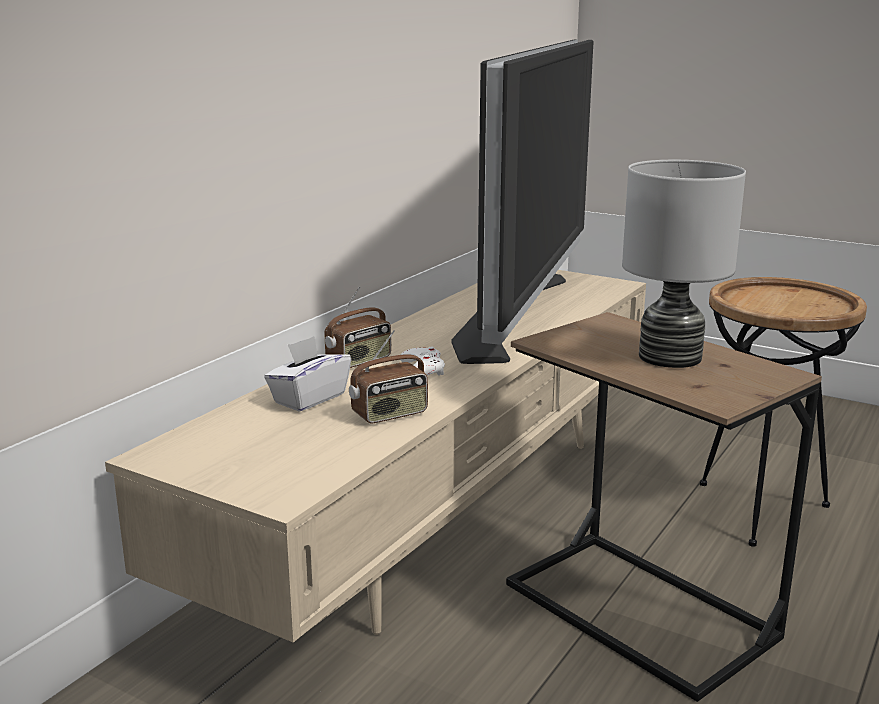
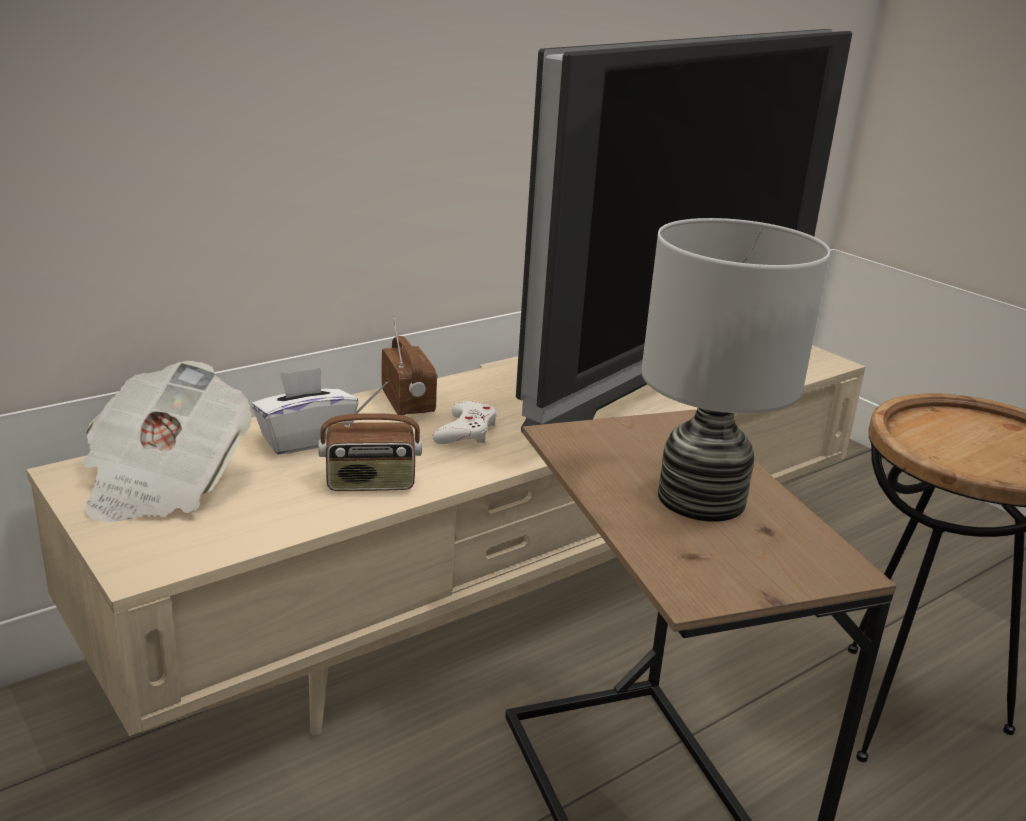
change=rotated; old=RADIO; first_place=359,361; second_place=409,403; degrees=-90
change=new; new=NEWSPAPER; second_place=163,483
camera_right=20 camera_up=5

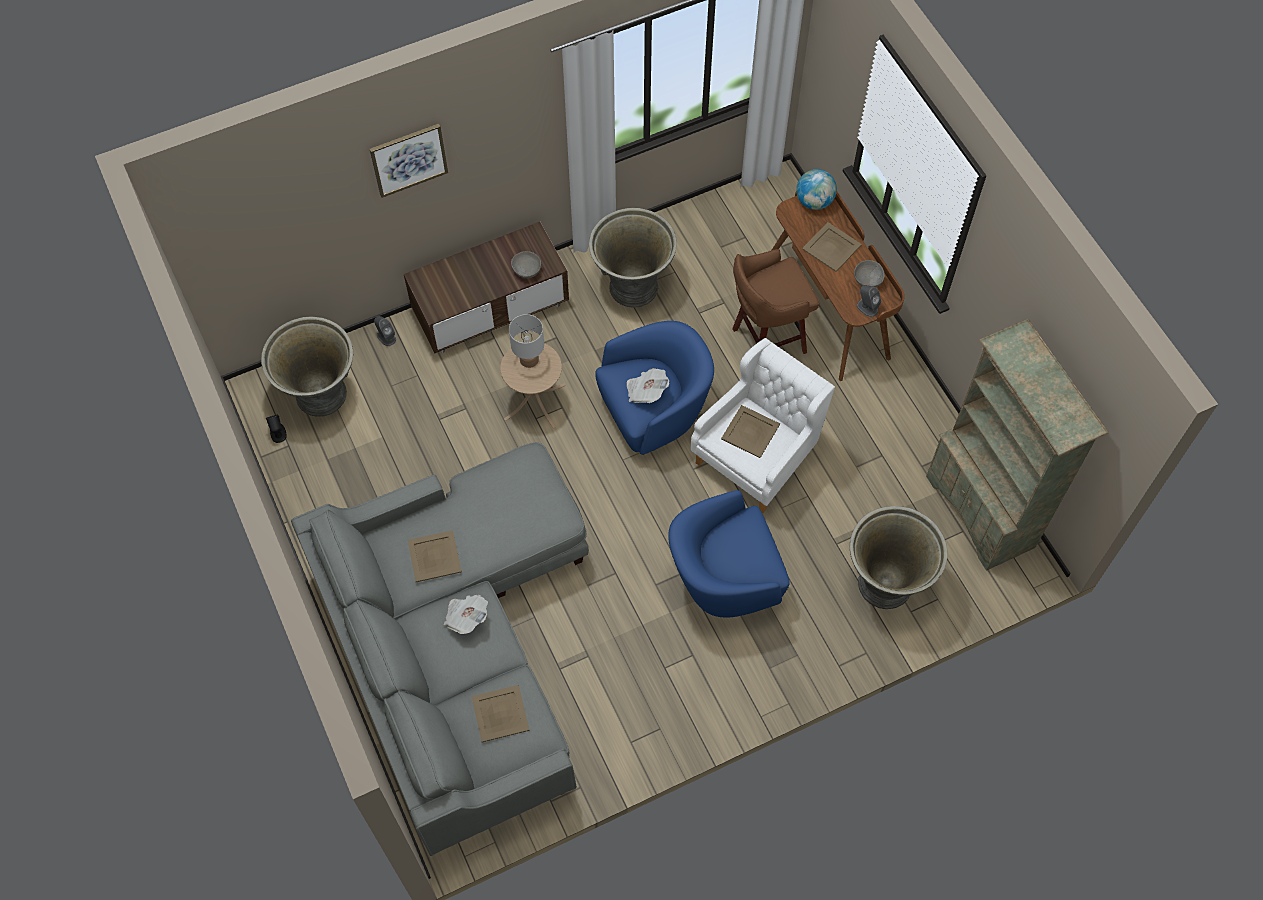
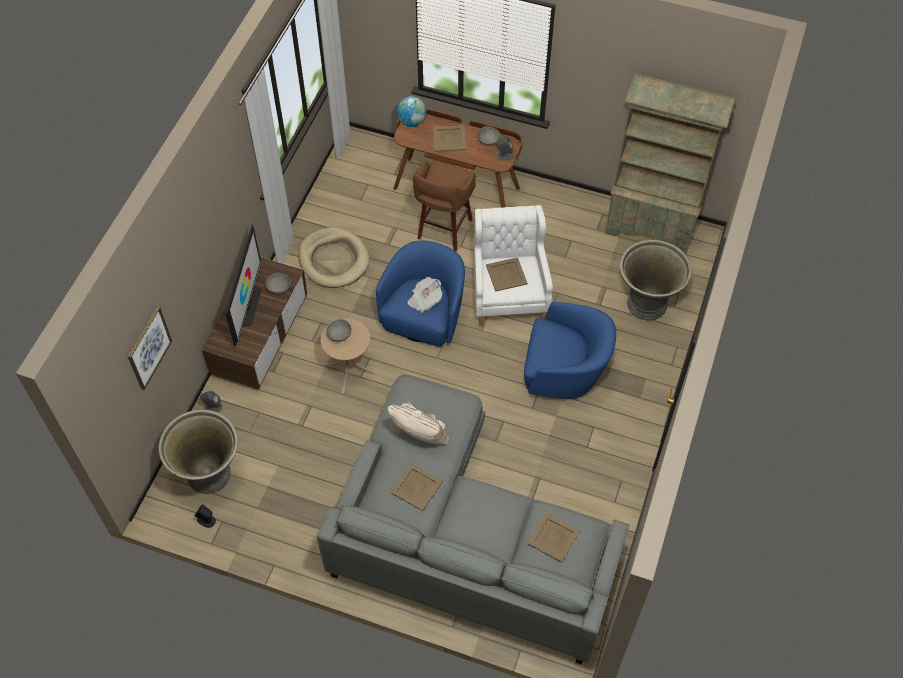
change=shifted; old=PICTURE; first_place=409,159; second_place=148,348
change=gone; old=NEWSPAPER; first_place=466,617
change=swapped; old=GREY TABLE LAMP; new=GREY BOWL; first_place=528,359; second_place=339,335
change=swapped; old=GREY PLANTER; new=BEIGE DOG BED; first_place=632,286; second_place=334,260
change=rotated; old=BLUE ARMCHAIR; first_place=724,579; second_place=564,373; degrees=-105
change=new; new=TELEVISION; second_place=247,306
change=new; new=BEIGE PILLOW; second_place=420,436
camera_right=-45 camera_up=-5

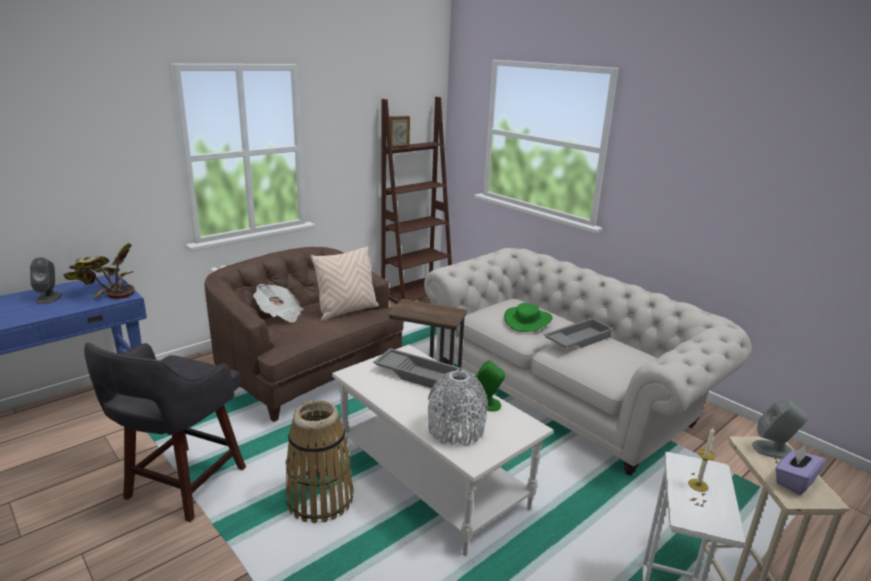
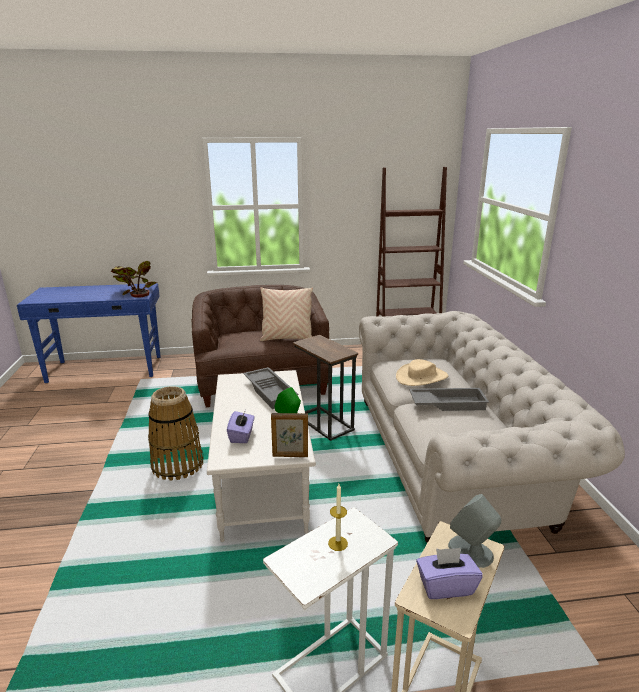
change=gone; old=GREY SPEAKER; first_place=49,297
change=gone; old=GREY STOOL; first_place=182,486
change=gone; old=NEWSPAPER; first_place=279,314
change=shifted; old=PICTURE FRAME; first_place=399,147; second_place=290,456
change=swapped; old=GREY VASE; new=PURPLE TISSUE BOX; first_place=456,429; second_place=242,436
change=repainted; old=GREEN HAT; new=BEIGE HAT; first_place=528,320; second_place=422,377
camera_right=35 camera_up=0

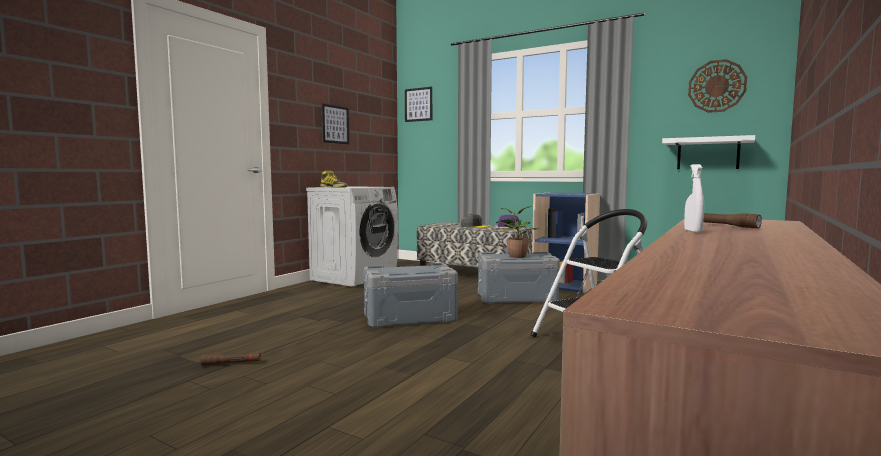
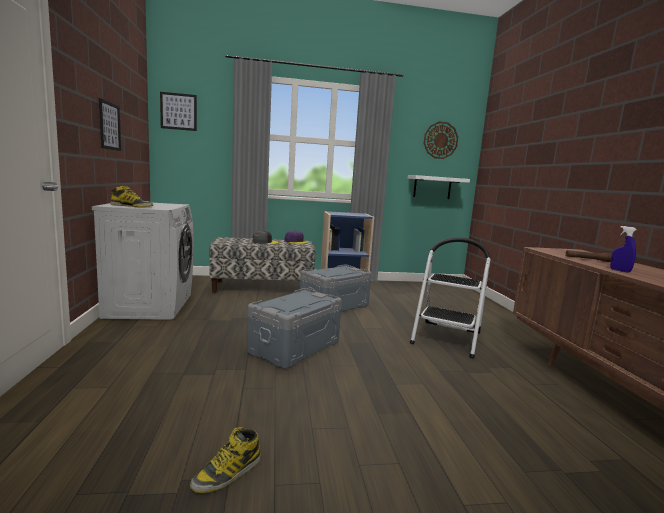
change=swapped; old=BROWN FLASHLIGHT; new=BOOT; first_place=231,363; second_place=227,473
change=gone; old=POTTED PLANT; first_place=516,256
change=repainted; old=WHITE SPRAY BOTTLE; new=BLUE SPRAY BOTTLE; first_place=693,231; second_place=620,270
camera_right=-40 camera_up=5

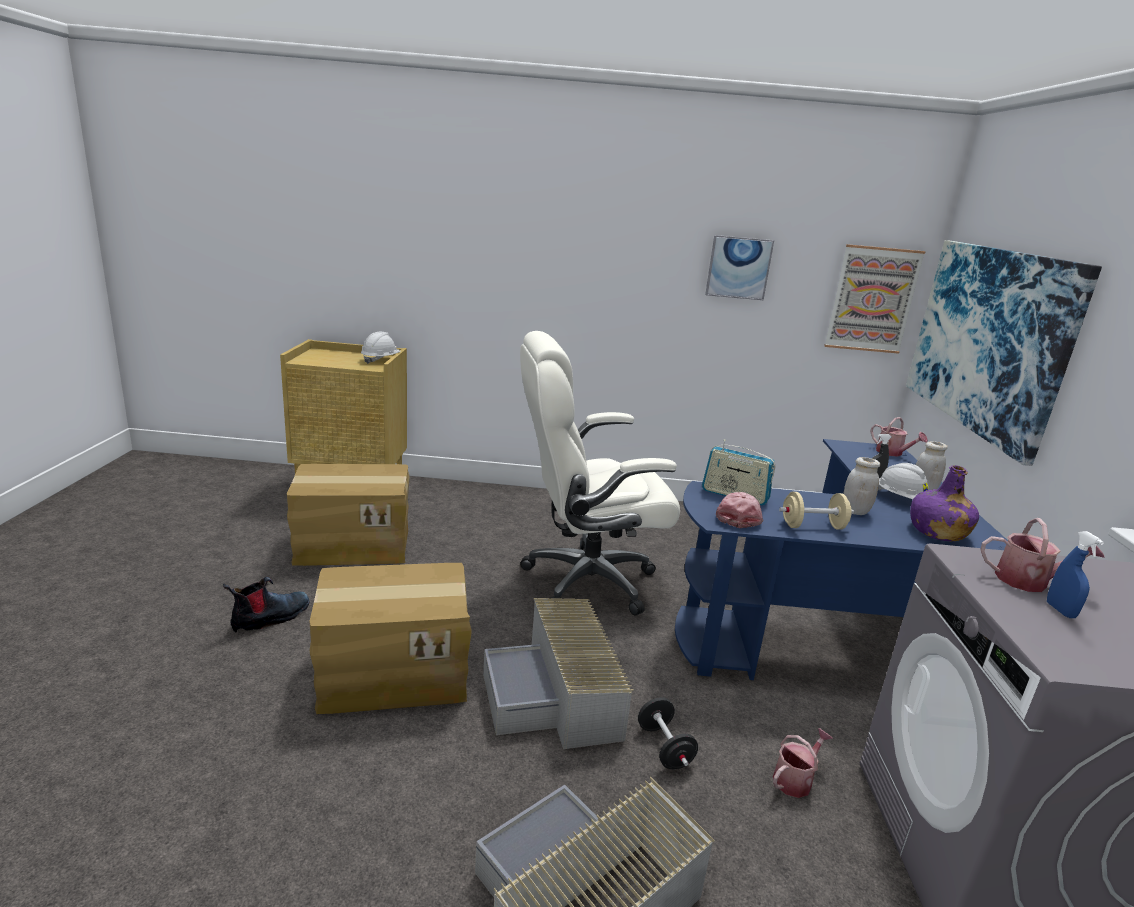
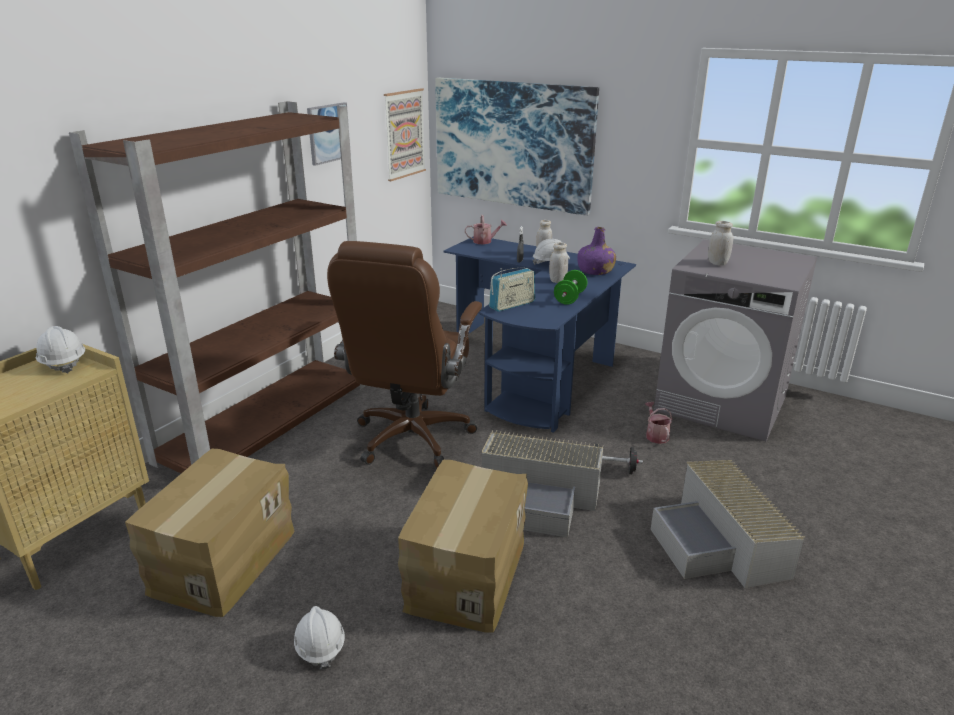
change=swapped; old=BOOT; new=WHITE HARD HAT; first_place=271,618; second_place=320,647
change=repainted; old=WHITE OFFICE CHAIR; new=BROWN OFFICE CHAIR; first_place=586,581; second_place=412,439
change=gone; old=PINK CAP; first_place=738,516
change=repainted; old=BEIGE DUMBBELL; new=GREEN DUMBBELL; first_place=812,526; second_place=570,298
change=swapped; old=WATERING CAN; new=WHITE JAR; first_place=1028,581; second_place=717,263
change=gone; old=BLUE SPRAY BOTTLE; first_place=1060,610
change=new; new=BROWN BOOKCASE; second_place=269,421
camera_right=-60 camera_up=5

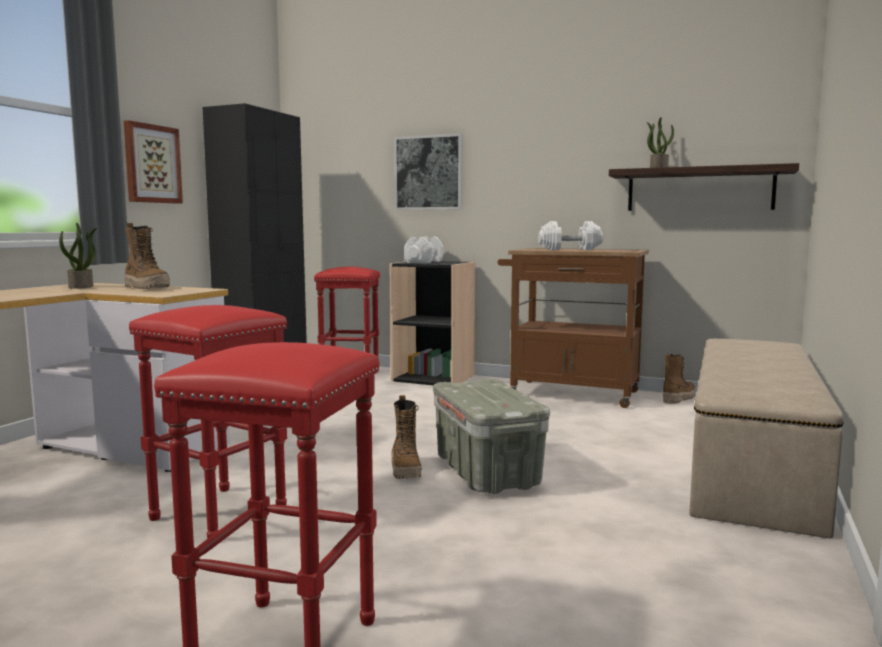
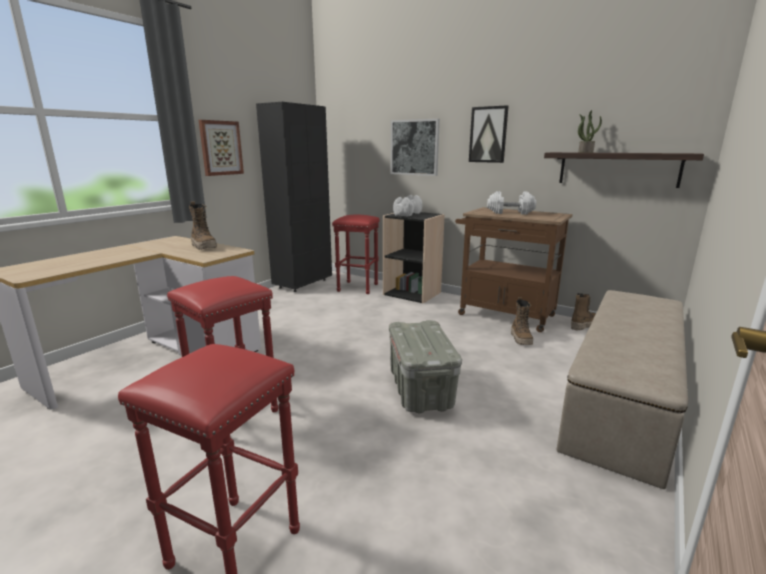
change=gone; old=POTTED PLANT; first_place=81,287
change=shifted; old=BOOT; first_place=406,471; second_place=521,339
change=new; new=PICTURE; second_place=488,134
camera_right=10 camera_up=10

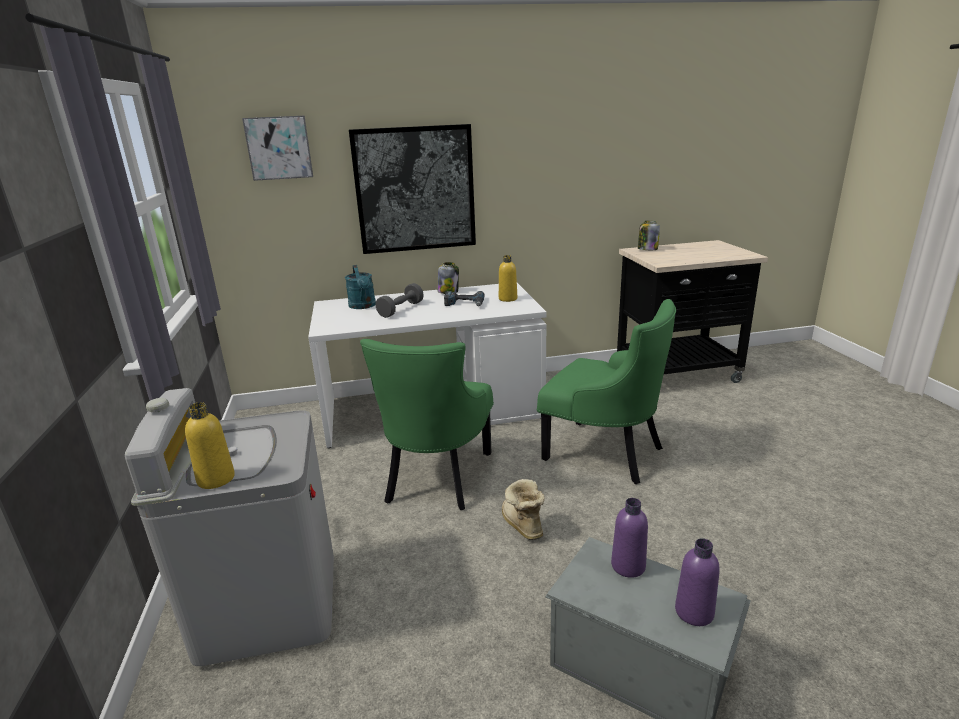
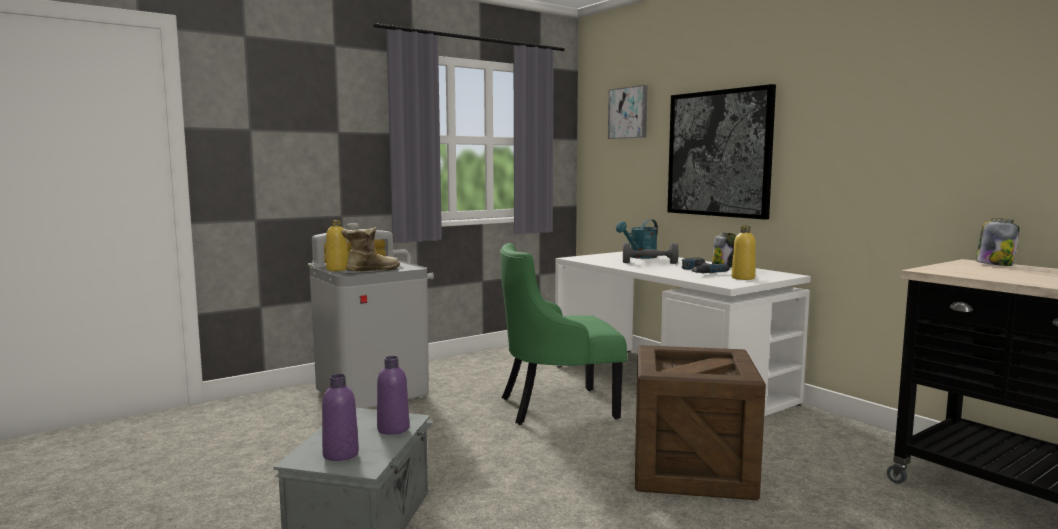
change=shifted; old=BOOT; first_place=521,525; second_place=370,271
change=swapped; old=GREEN CHAIR; new=CRATE; first_place=601,452; second_place=691,470
camera_right=65 camera_up=-15

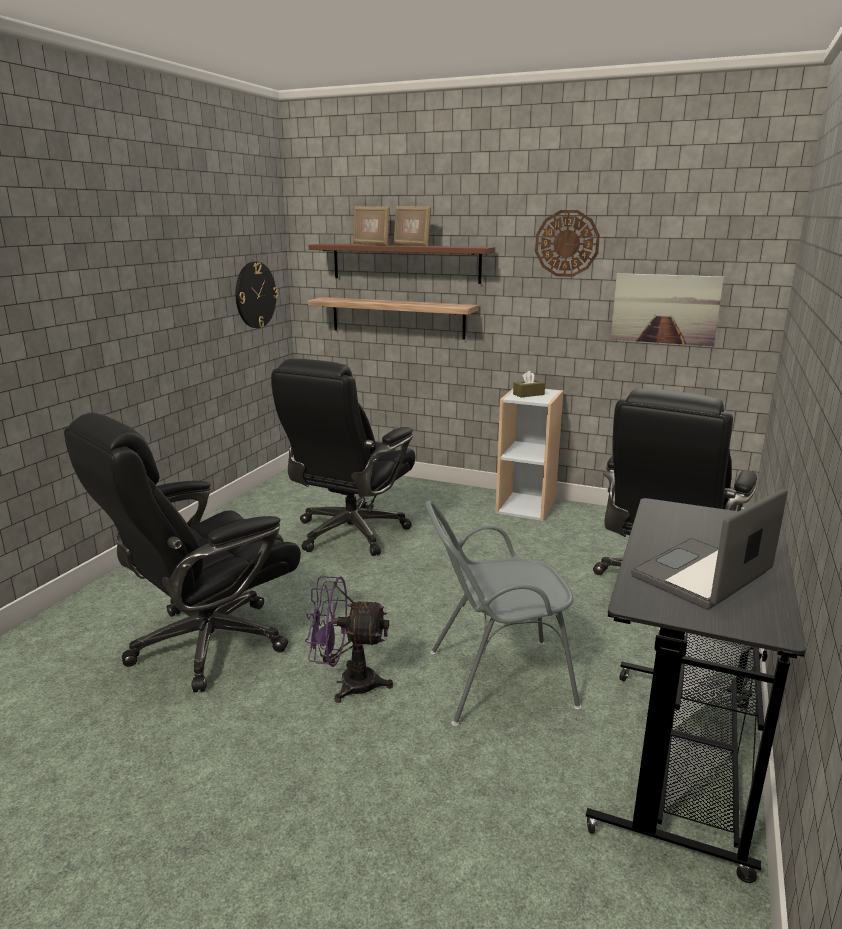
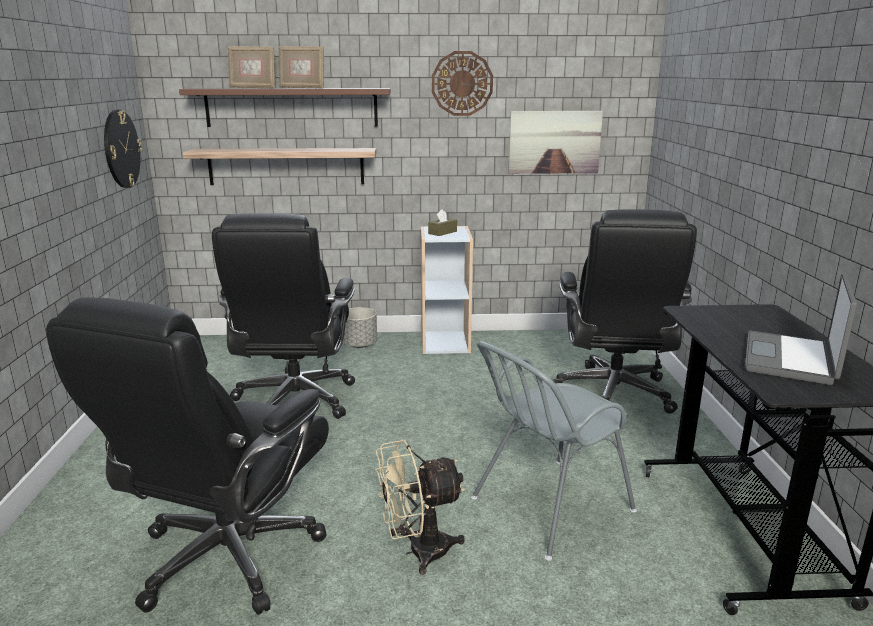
change=repainted; old=PURPLE FAN; new=BEIGE FAN; first_place=348,683; second_place=418,552
change=new; new=GREY PLANTER; second_place=359,345
camera_right=-25 camera_up=0

